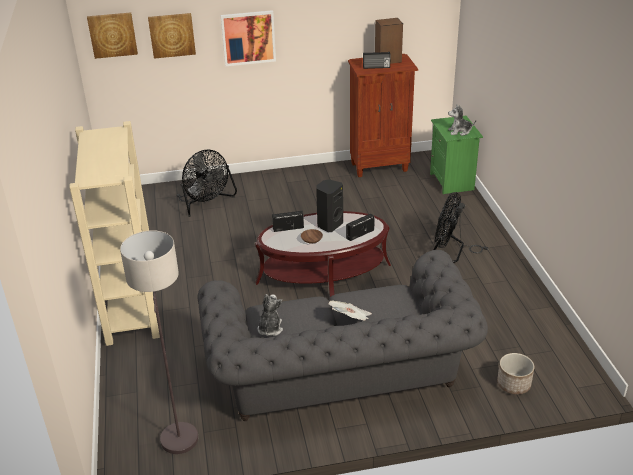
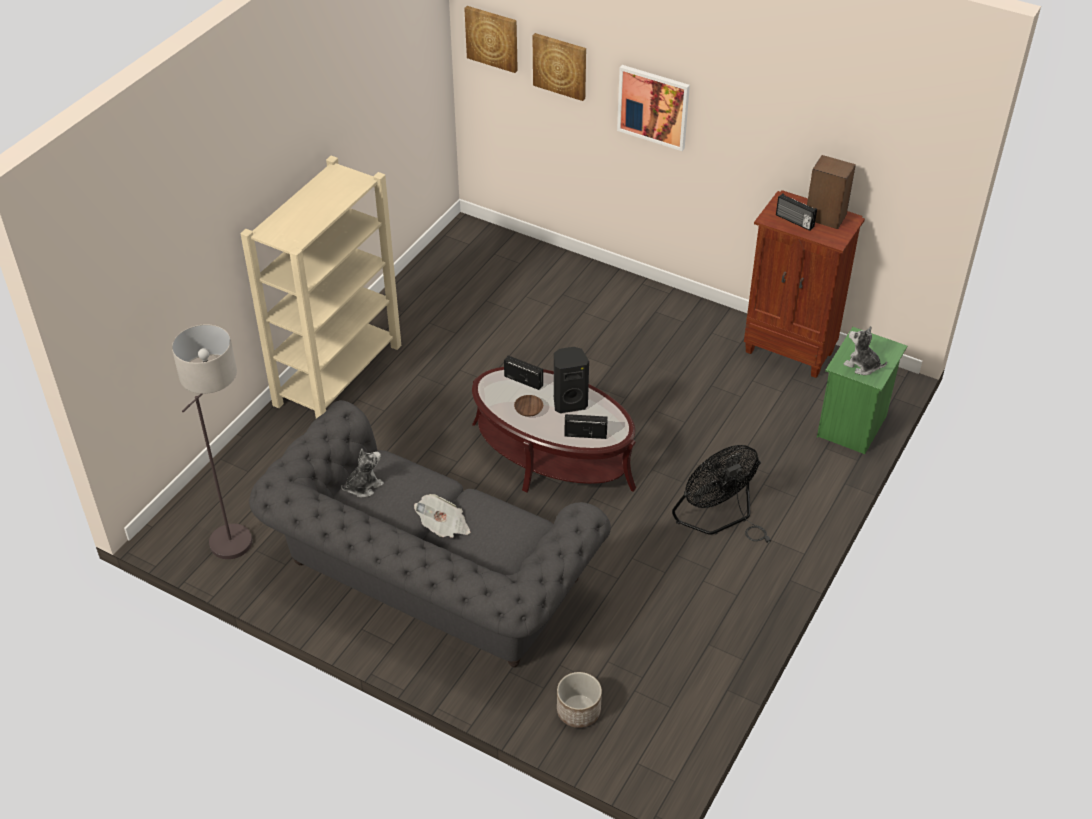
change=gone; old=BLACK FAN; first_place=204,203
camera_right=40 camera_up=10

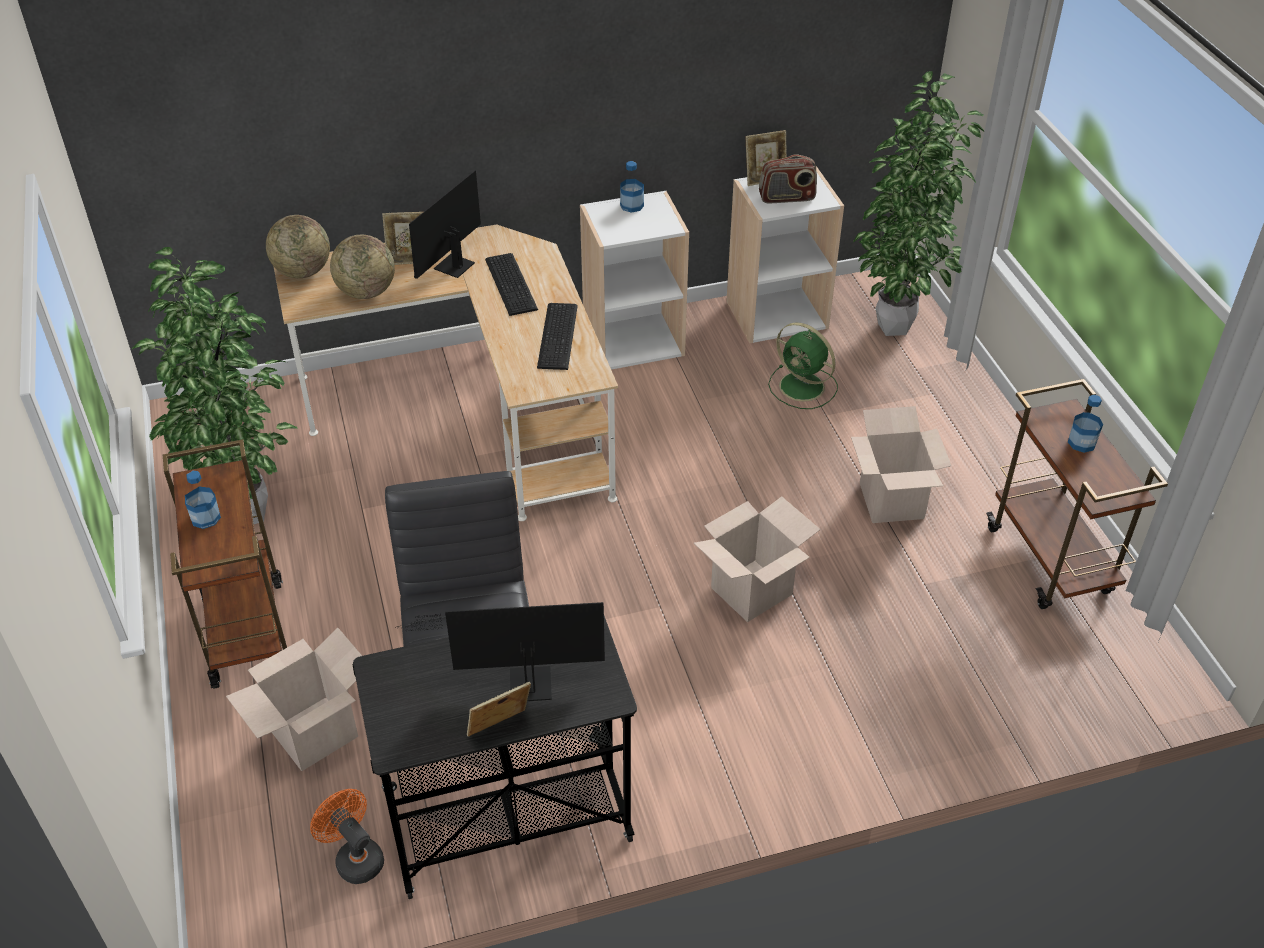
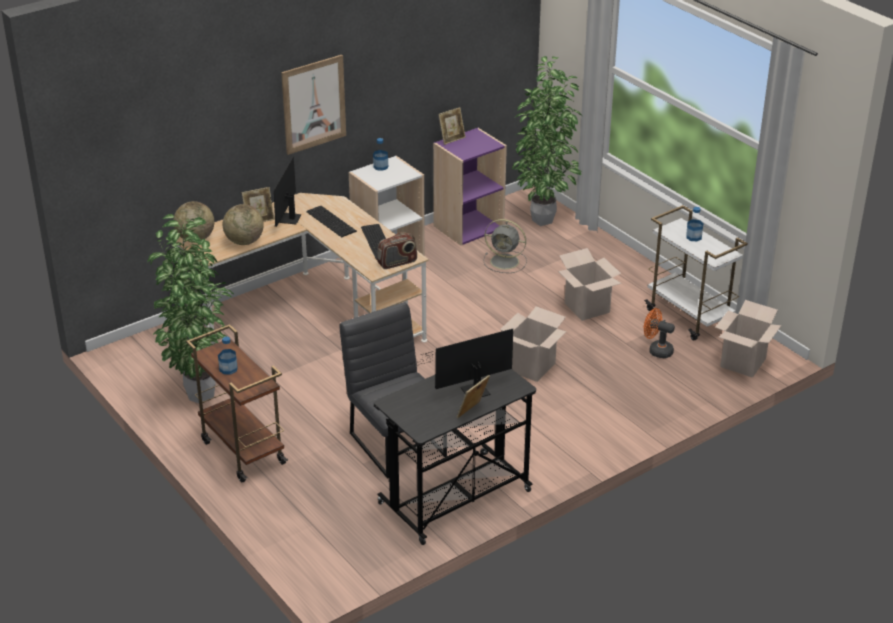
change=shifted; old=CARDBOARD BOX; first_place=314,734; second_place=743,363
change=shifted; old=ORANGE FAN; first_place=355,857; second_place=657,350
change=repainted; old=WHITE BOOKCASE; new=PURPLE BOOKCASE; first_place=777,314; second_place=469,226
change=shifted; old=RADIO; first_place=786,197; second_place=397,263
change=repainted; old=GREEN FAN; new=GREY FAN; first_place=803,387; second_place=506,262
change=repainted; old=BROWN CART; new=WHITE CART; first_place=1049,565; second_place=688,319
change=new; new=PICTURE; second_place=314,104
camera_right=-20 camera_up=-10

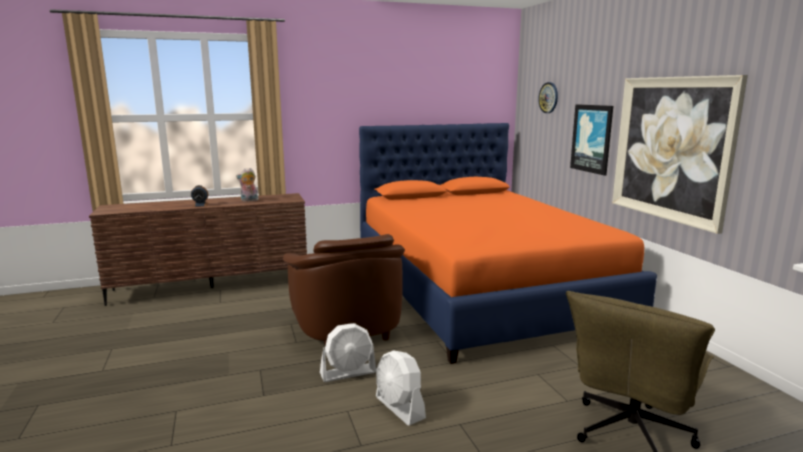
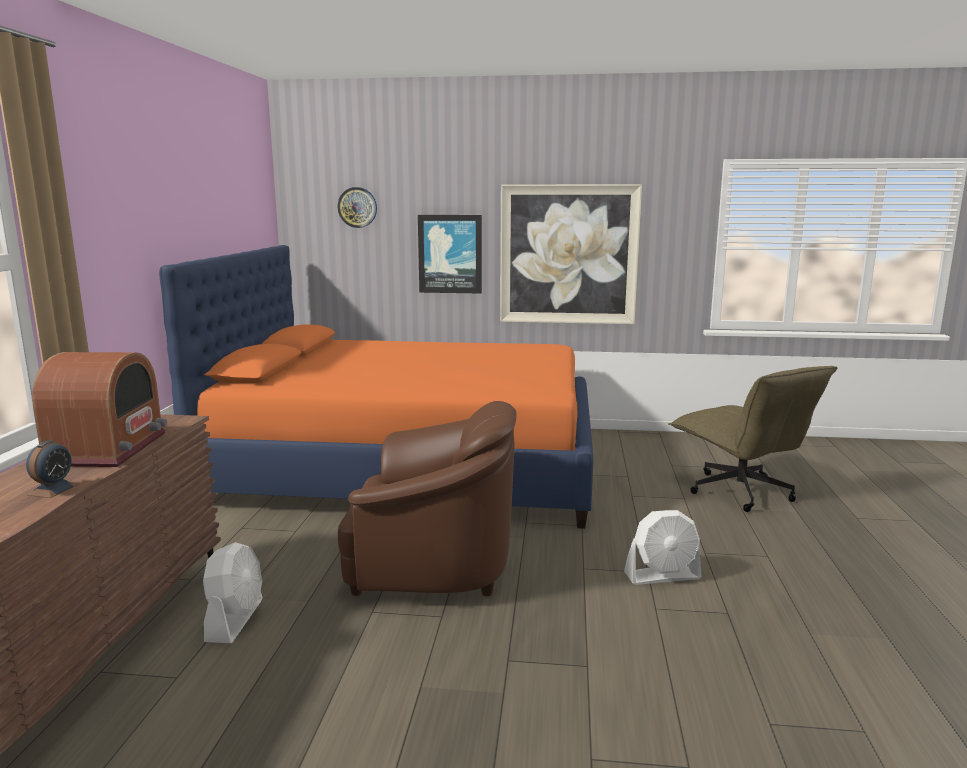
change=swapped; old=PLUSH TOY; new=RADIO; first_place=249,200; second_place=107,448
change=shifted; old=WHITE FAN; first_place=348,373; second_place=235,620
camera_right=-65 camera_up=0

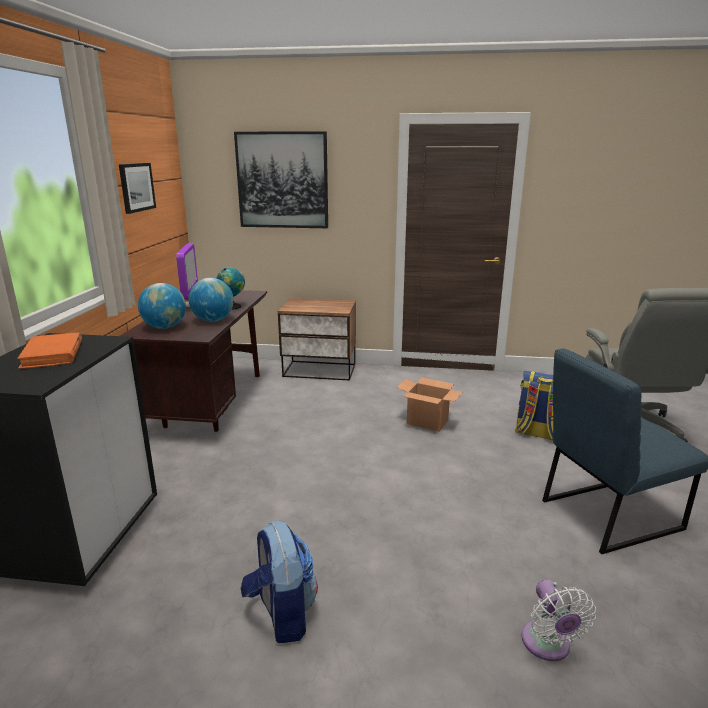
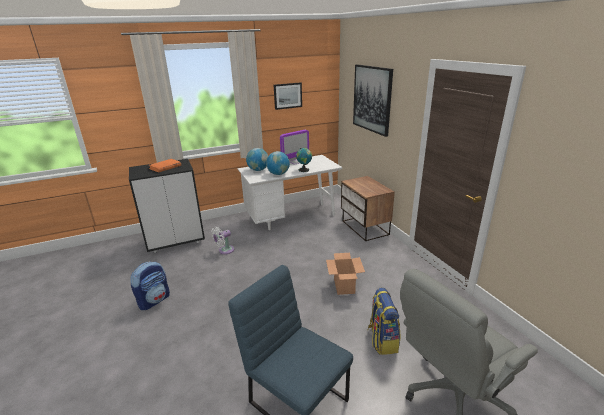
change=repainted; old=BROWN DESK; new=WHITE DESK; first_place=211,404; second_place=291,217
change=shifted; old=WHITE FAN; first_place=548,646; second_place=224,250
camera_right=60 camera_up=5

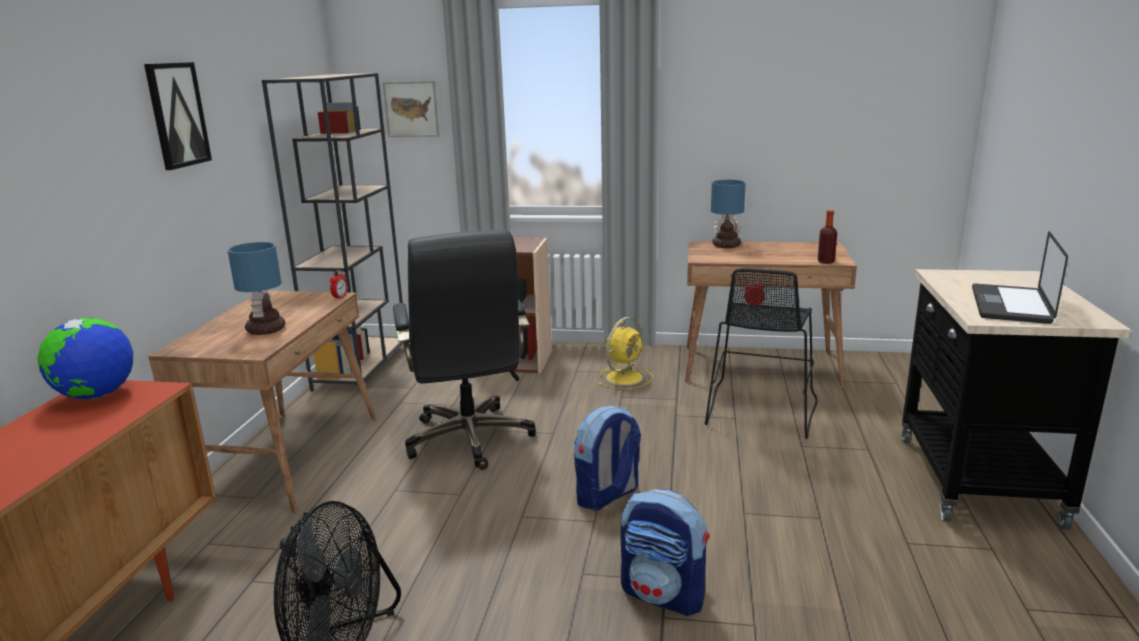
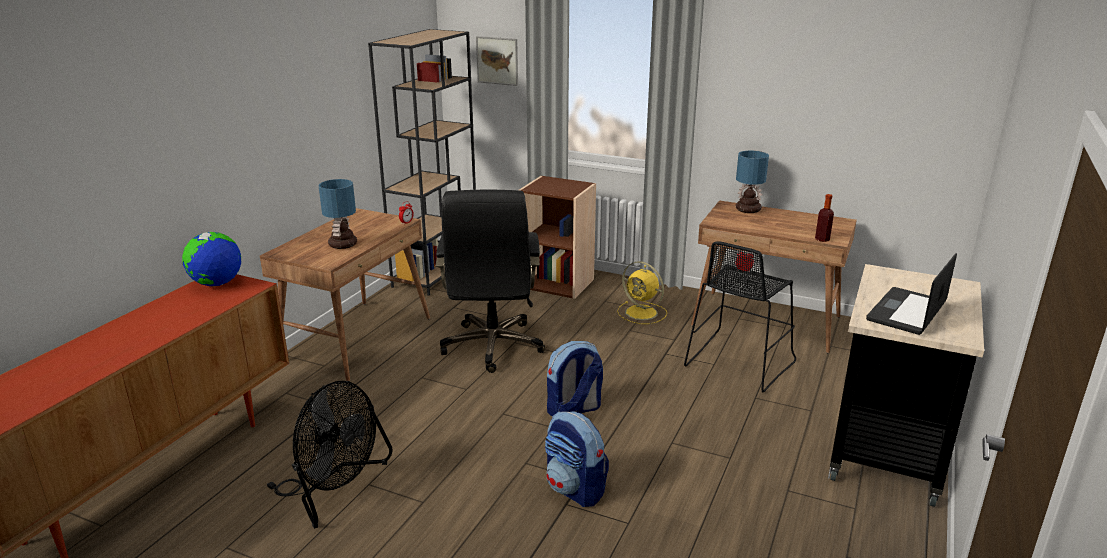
change=gone; old=PICTURE; first_place=177,115
change=rotated; old=YELLOW FAN; first_place=625,377; second_place=642,313; degrees=75
camera_right=15 camera_up=5

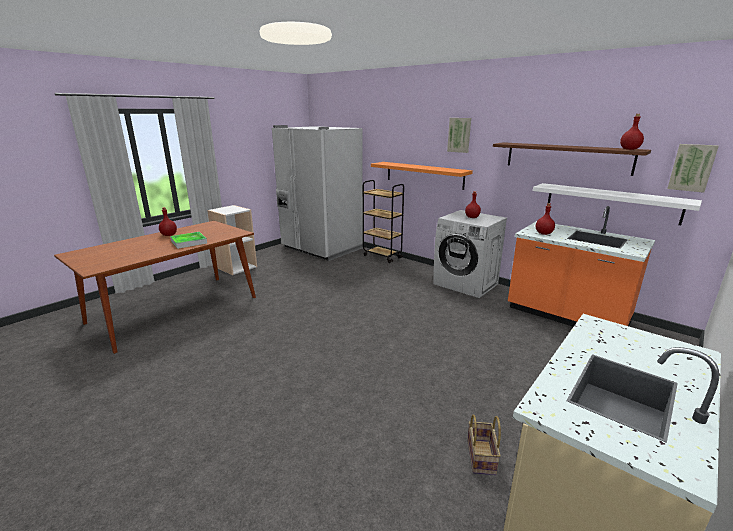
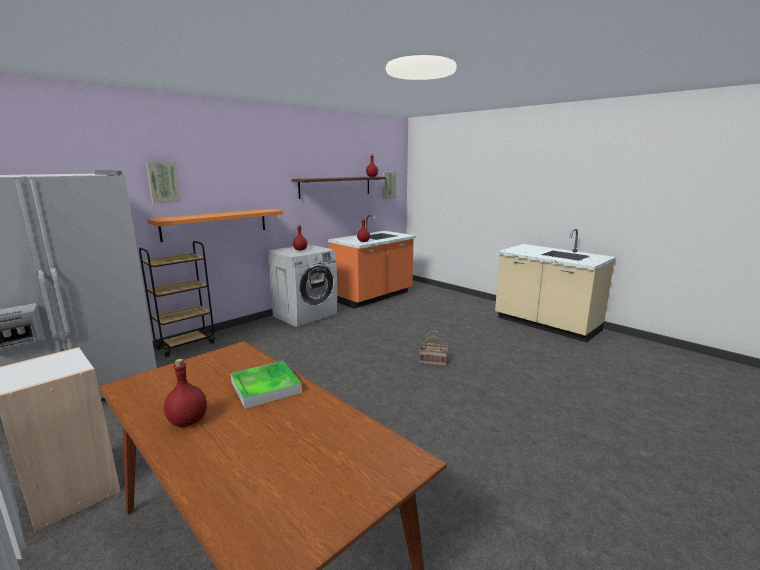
change=shifted; old=PICTURE; first_place=459,135; second_place=163,182
change=shifted; old=BASKET; first_place=482,458; second_place=433,361
change=gone; old=WHITE SHELF; first_place=611,203
camera_right=-85 camera_up=-5

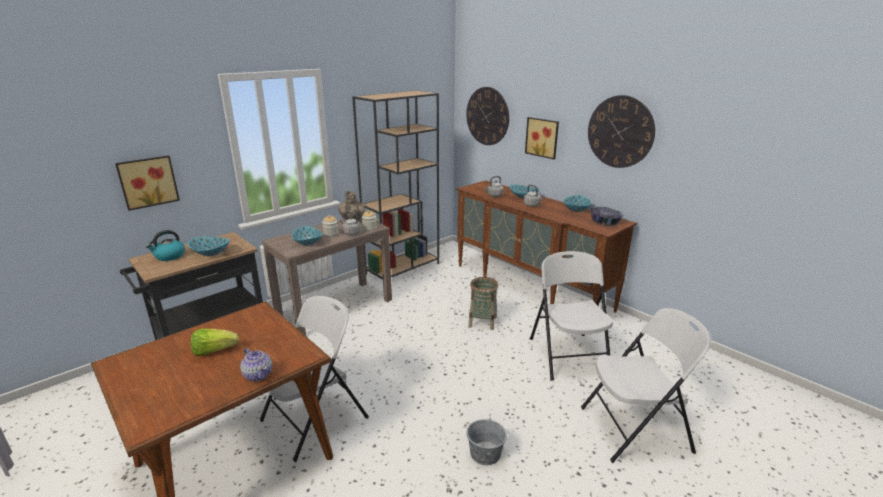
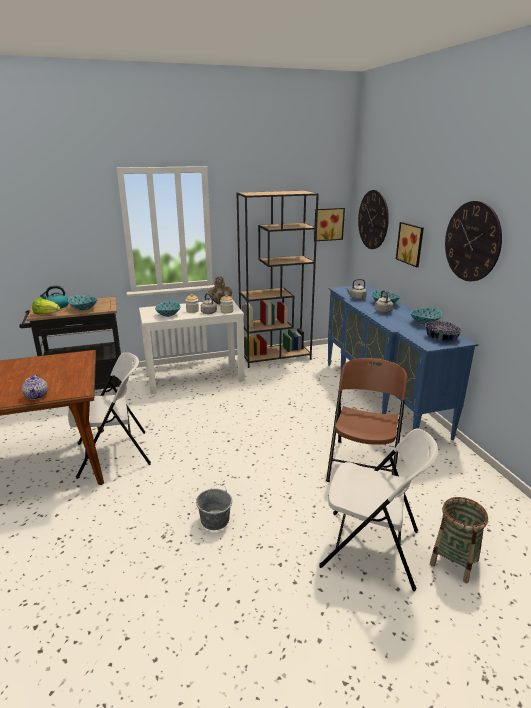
change=shifted; old=PICTURE; first_place=148,182; second_place=328,224
change=shifted; old=LETTUCE; first_place=214,351; second_place=46,314
change=repainted; old=BROWN CONSOLE TABLE; new=WHITE CONSOLE TABLE; first_place=335,307; second_place=195,377
change=repainted; old=BROWN CABINET; new=BLUE CABINET; first_place=530,287; second_place=380,397
change=shifted; old=BASKET; first_place=482,322; second_place=454,562
change=repainted; old=WHITE CHAIR; new=BROWN CHAIR; first_place=568,356; second_place=363,466
camera_right=25 camera_up=0

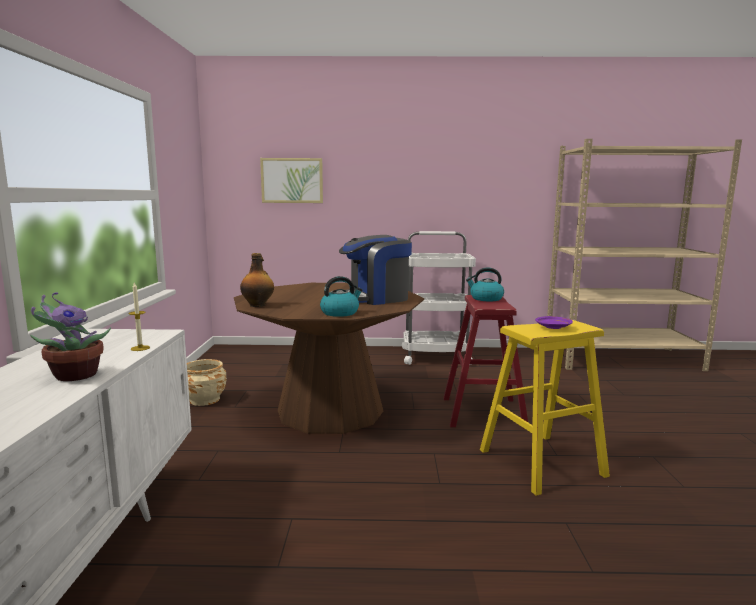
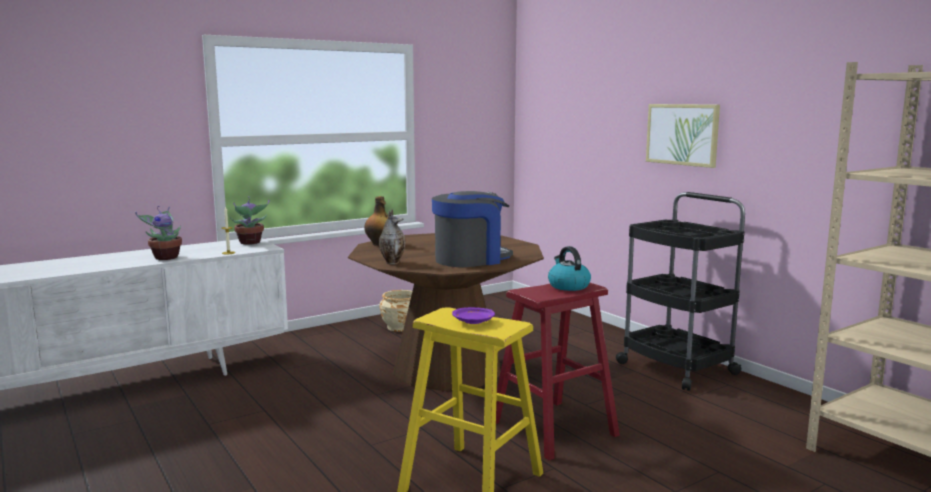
change=shifted; old=PICTURE; first_place=292,180; second_place=682,134
change=swapped; old=KETTLE; new=VASE; first_place=340,313; second_place=392,262
change=rotated; old=COFFEE MACHINE; first_place=375,298; second_place=470,259; degrees=120
change=repainted; old=WHITE CART; new=BLACK CART; first_place=435,356; second_place=675,368
change=new; new=POTTED PLANT; second_place=250,243
camera_right=55 camera_up=0

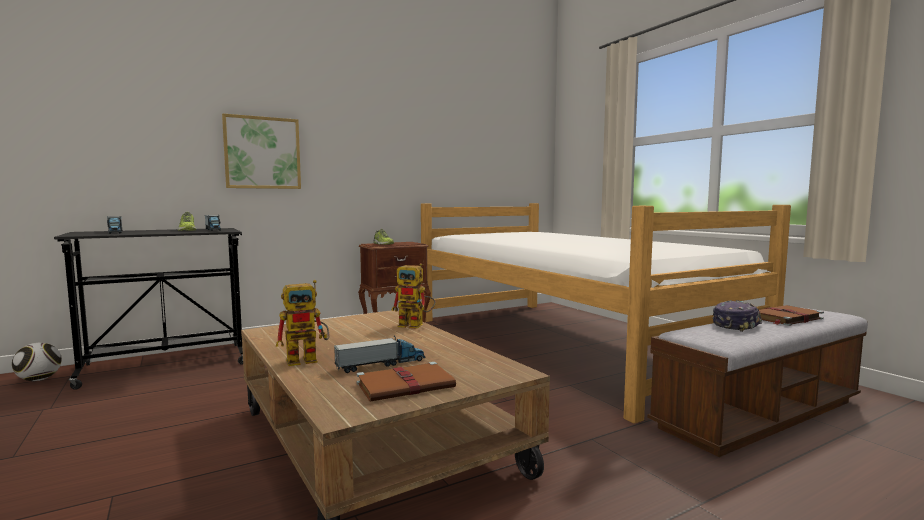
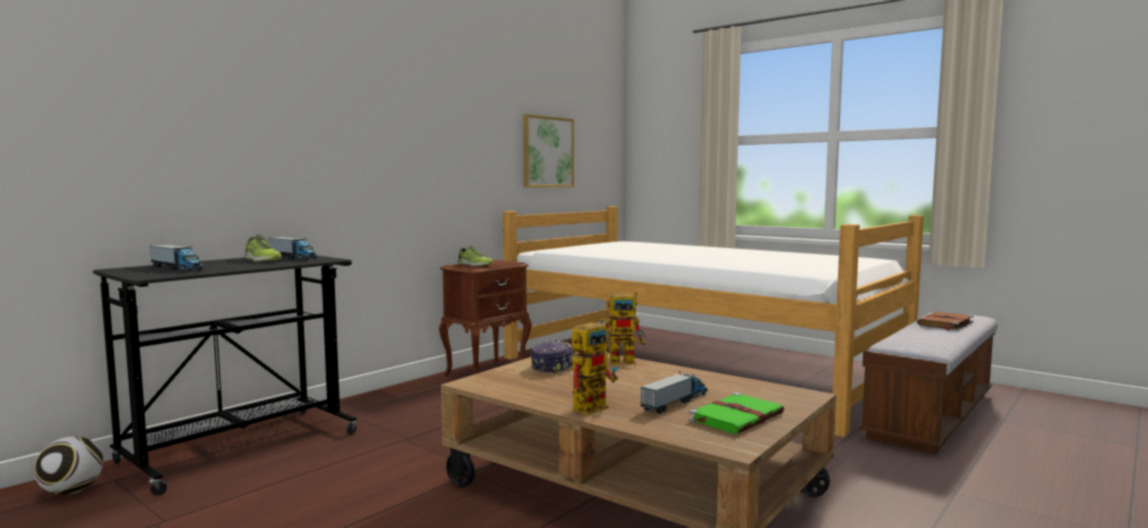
change=shifted; old=PICTURE; first_place=262,153; second_place=547,152
change=repainted; old=BROWN BOOK; new=GREEN BOOK; first_place=407,385; second_place=737,417
change=shifted; old=CAP; first_place=736,325; second_place=555,366
camera_right=-20 camera_up=0

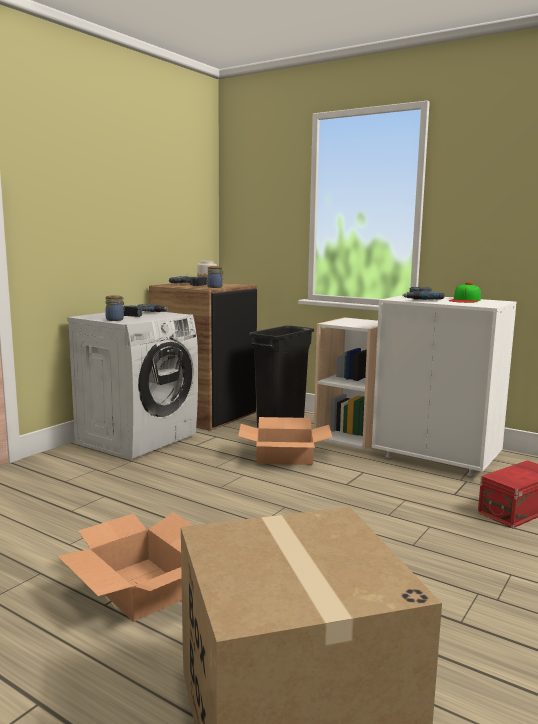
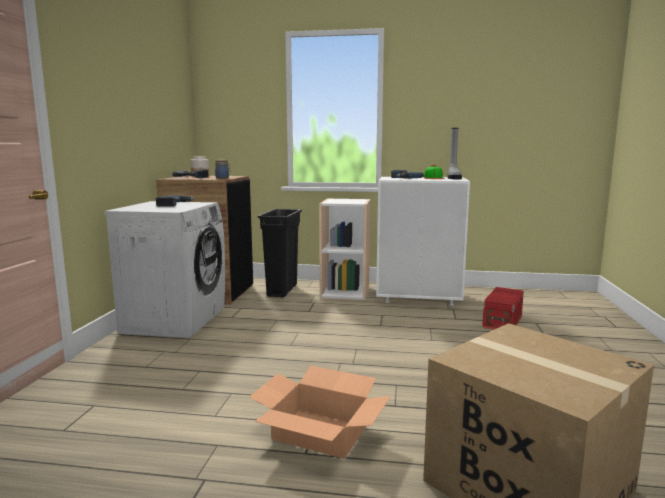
change=gone; old=JAR; first_place=115,320
change=gone; old=CARDBOARD BOX; first_place=284,456
change=new; new=GREY BOOT; second_place=453,178
camera_right=-25 camera_up=0

